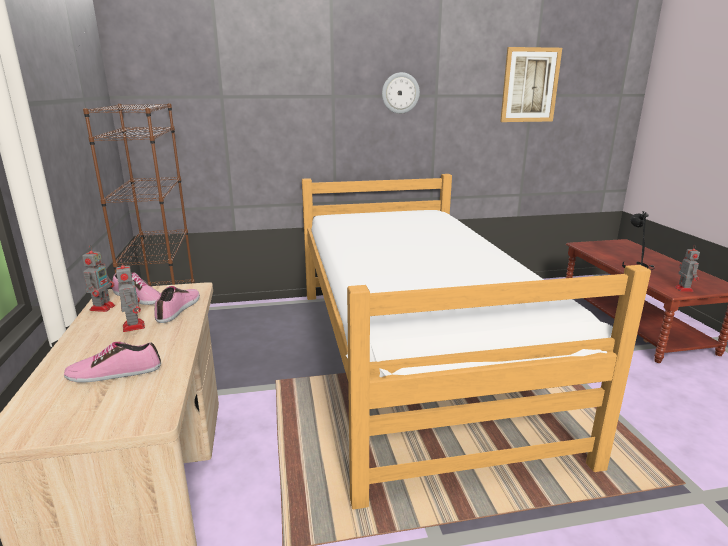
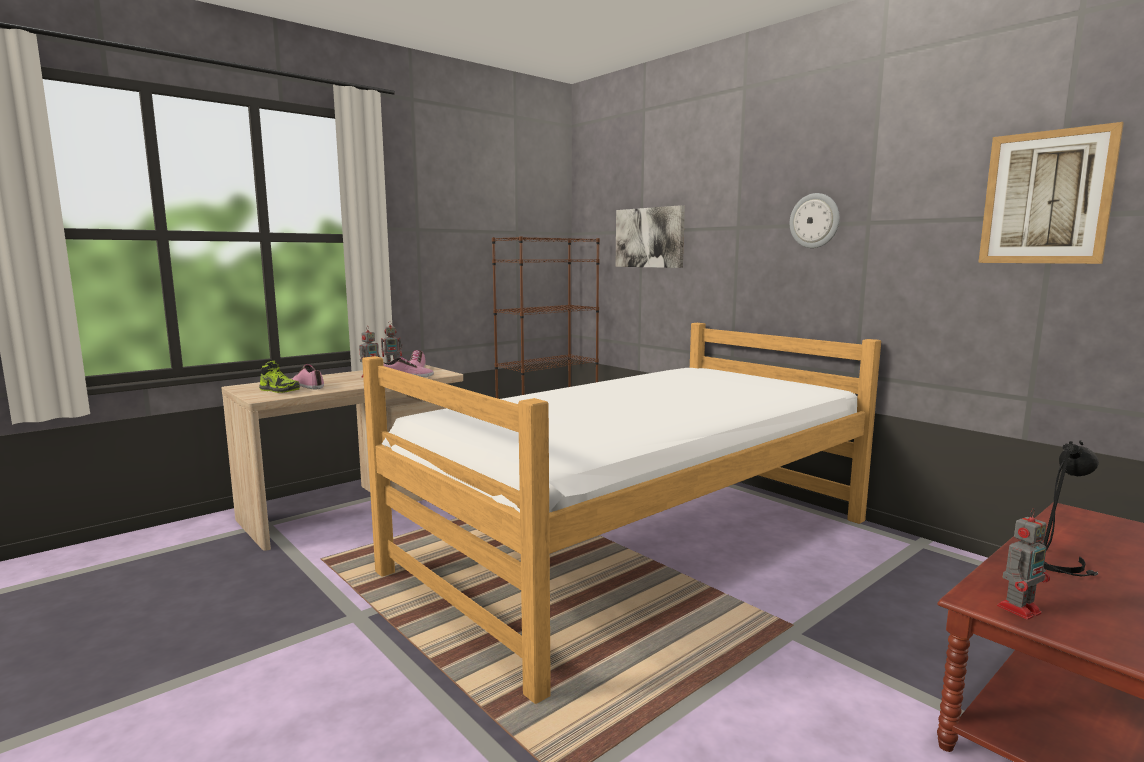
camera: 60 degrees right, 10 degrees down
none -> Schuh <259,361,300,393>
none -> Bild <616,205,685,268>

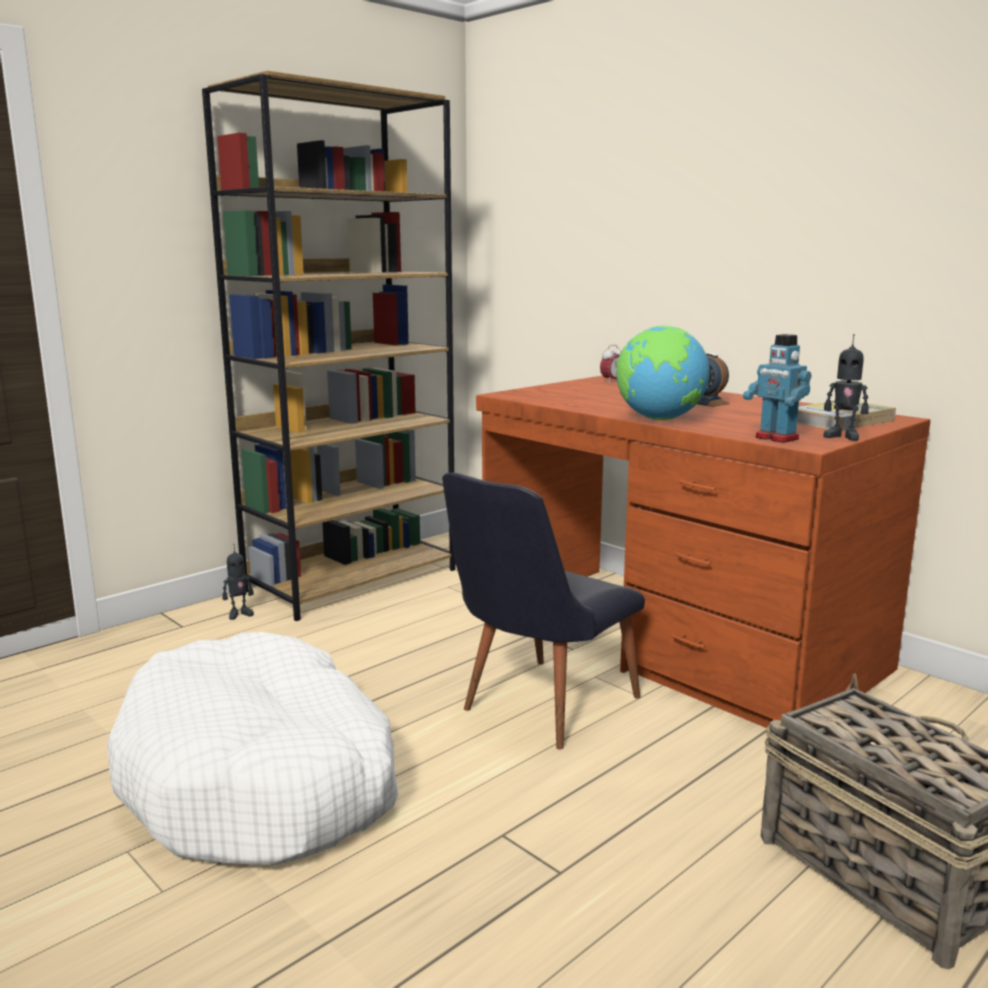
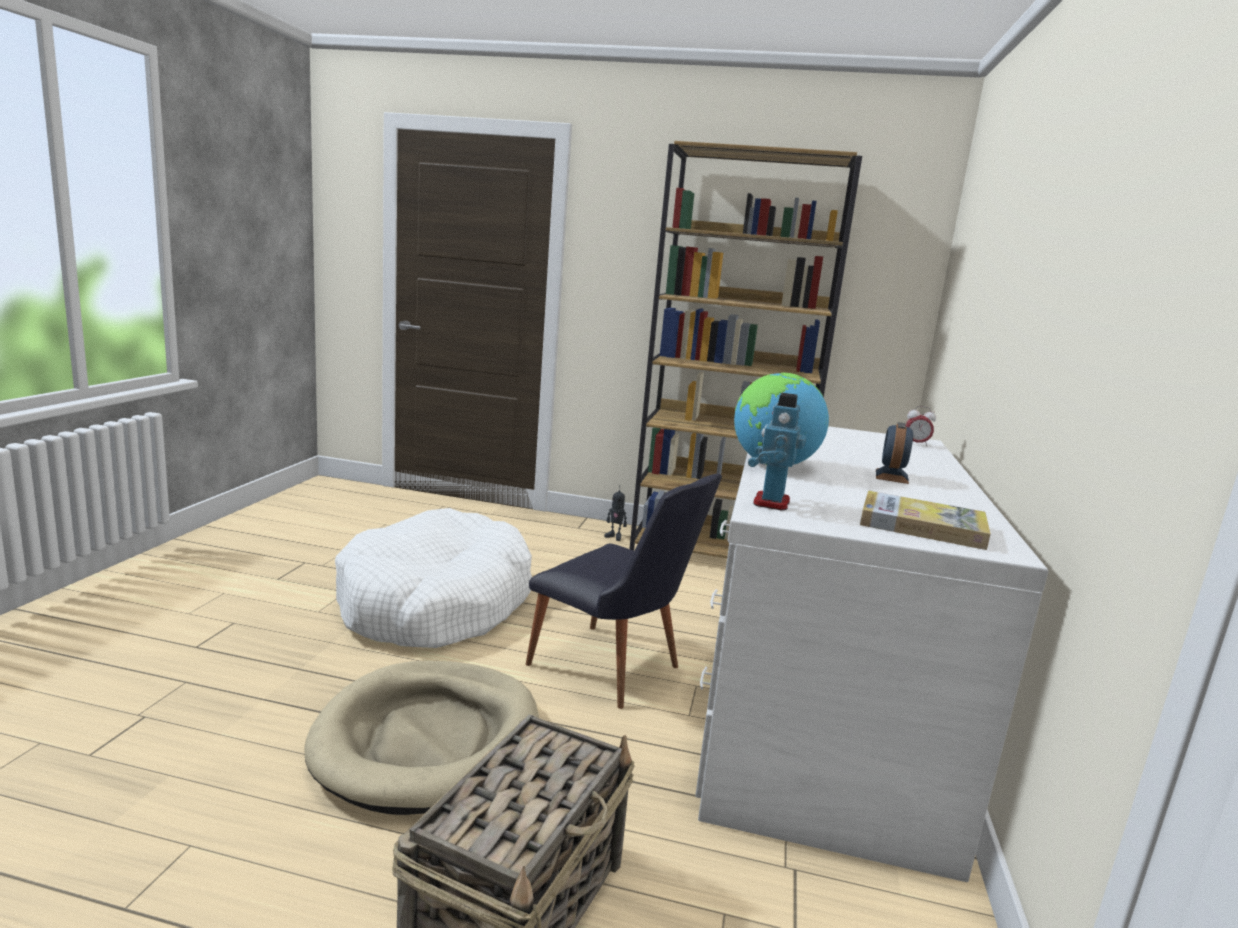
camera: 55 degrees right, 0 degrees up
Stuhl/schwarz <442,472,645,750> -> Stuhl/schwarz <526,474,722,709>, 150 degrees counterclockwise
Schreibtisch/braun <476,376,930,728> -> Schreibtisch/weiß <695,426,1049,882>
Spielzeugroboter <824,334,869,441> -> none
none -> Hundebett/beige <304,661,539,815>

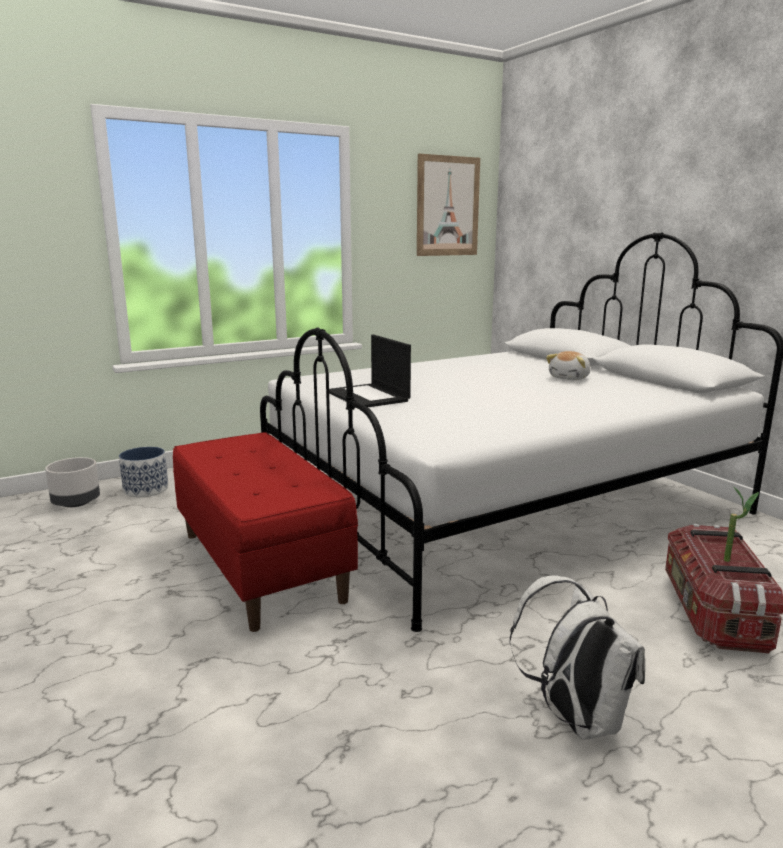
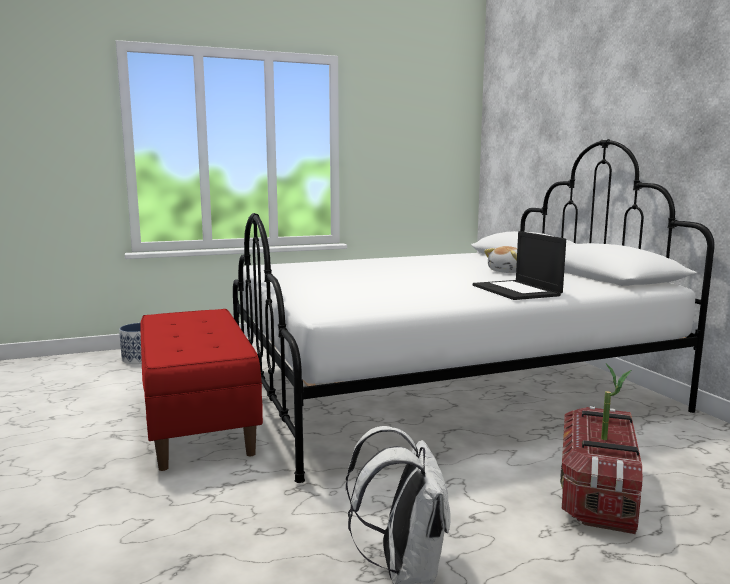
camera: 10 degrees right, 5 degrees down
Pflanzkübel/grau <45,457,100,507> -> none
Laptop <329,334,411,407> -> Laptop <473,231,566,300>, moved
Bild <417,154,480,256> -> none

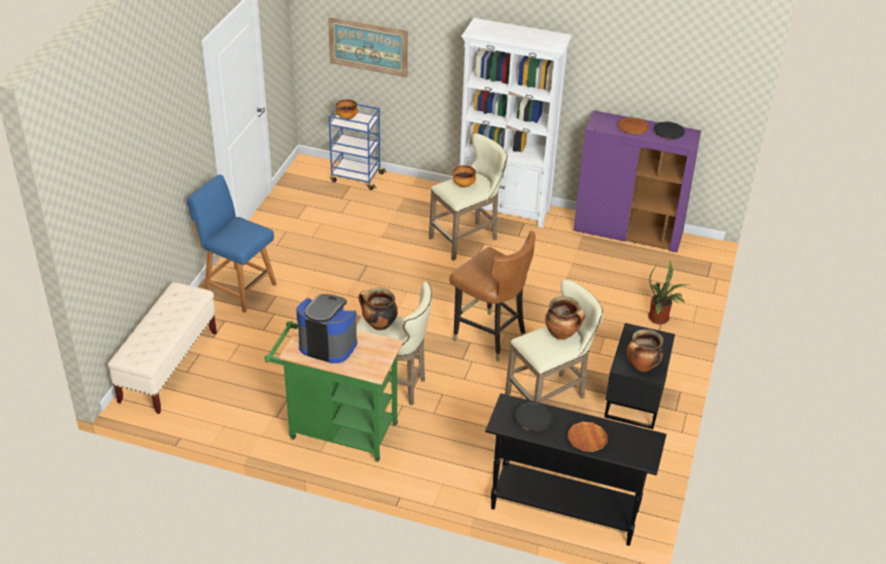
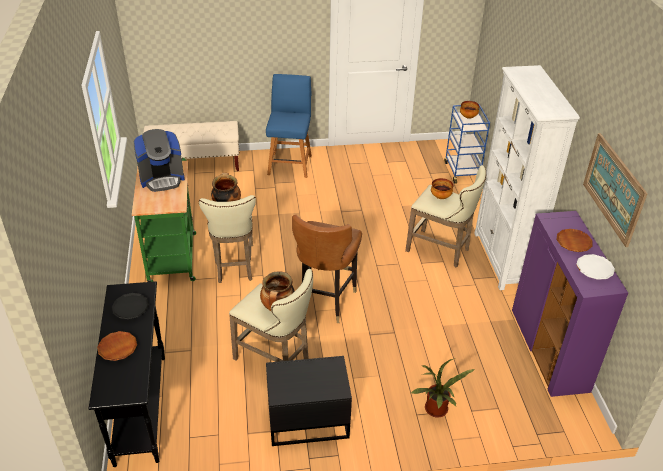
camera: 65 degrees right, 0 degrees up
Kaffeemaschine <296,294,357,363> -> Kaffeemaschine <134,129,185,192>, 75 degrees clockwise
Bild <328,17,408,78> -> Bild <583,133,648,247>, moved
Kochtopf <627,329,664,372> -> none
Teller/schwarz <654,122,685,139> -> Teller/weiß <576,254,615,280>

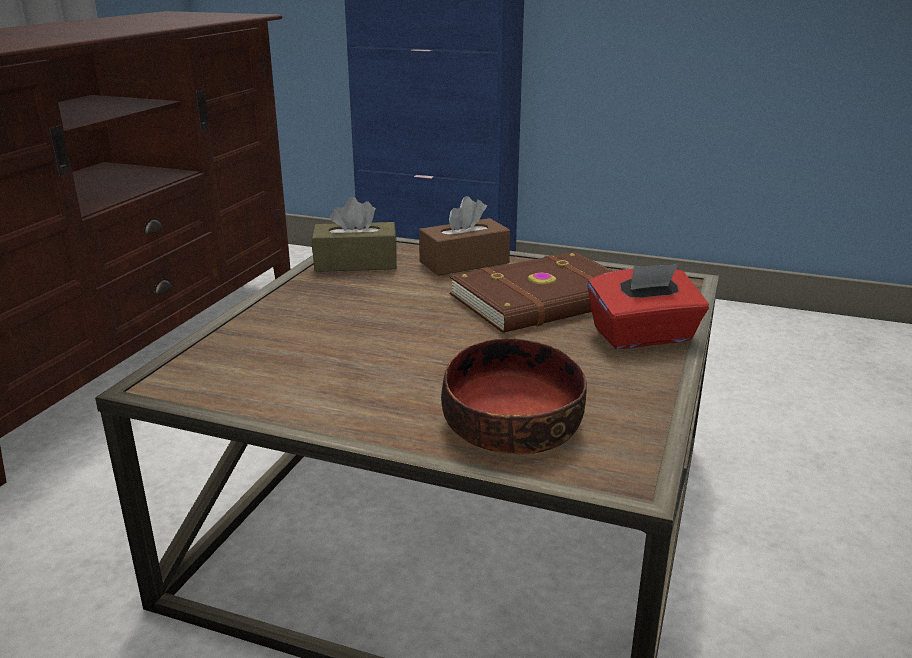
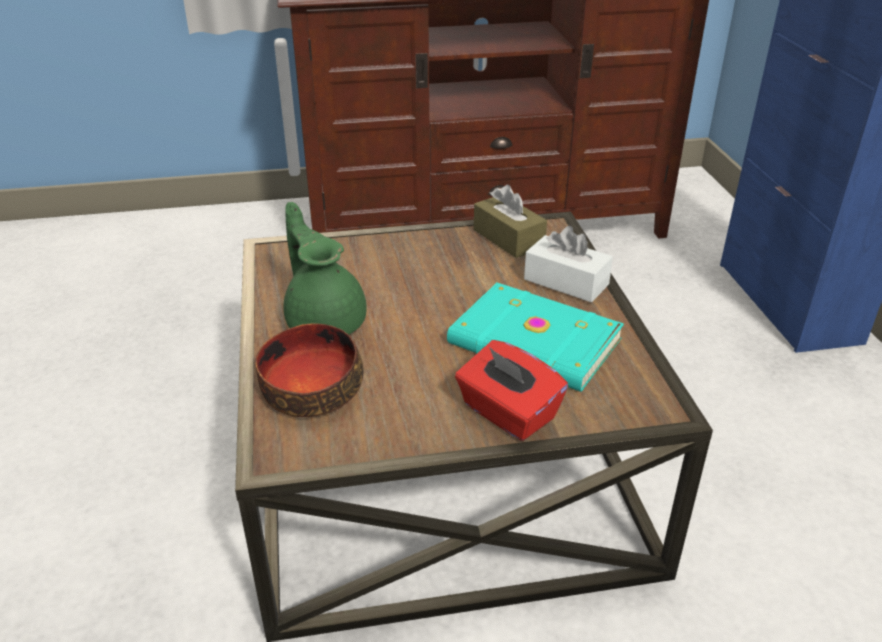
camera: 60 degrees right, 10 degrees up
Taschentuchbox/braun <419,196,510,276> -> Taschentuchbox/weiß <524,226,613,302>
Buch/braun <450,252,612,333> -> Buch/türkis <447,283,624,392>
none -> Teekanne/grün <283,202,367,335>

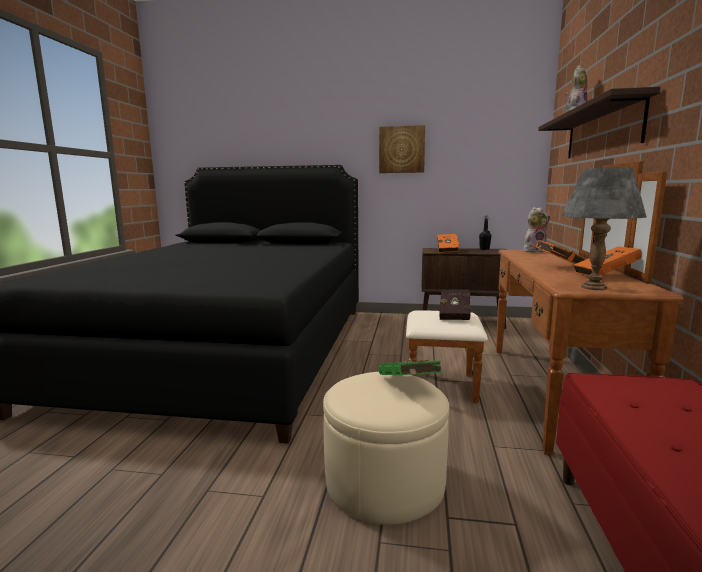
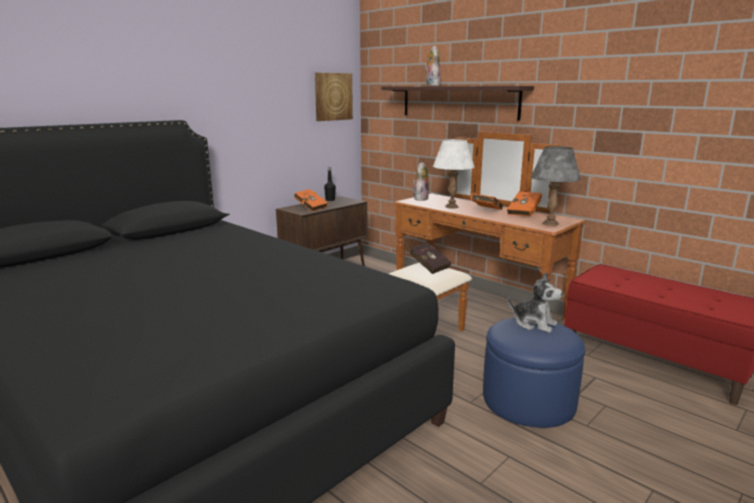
camera: 55 degrees left, 5 degrees up
Polsterhocker/beige <323,372,449,525> -> Polsterhocker/blau <483,318,585,428>
Bild <379,125,425,173> -> Bild <315,73,353,121>, moved
Buch/grün <379,360,441,375> -> Plüschtier <508,272,563,333>
none -> Tischlampe/weiß <433,139,475,209>

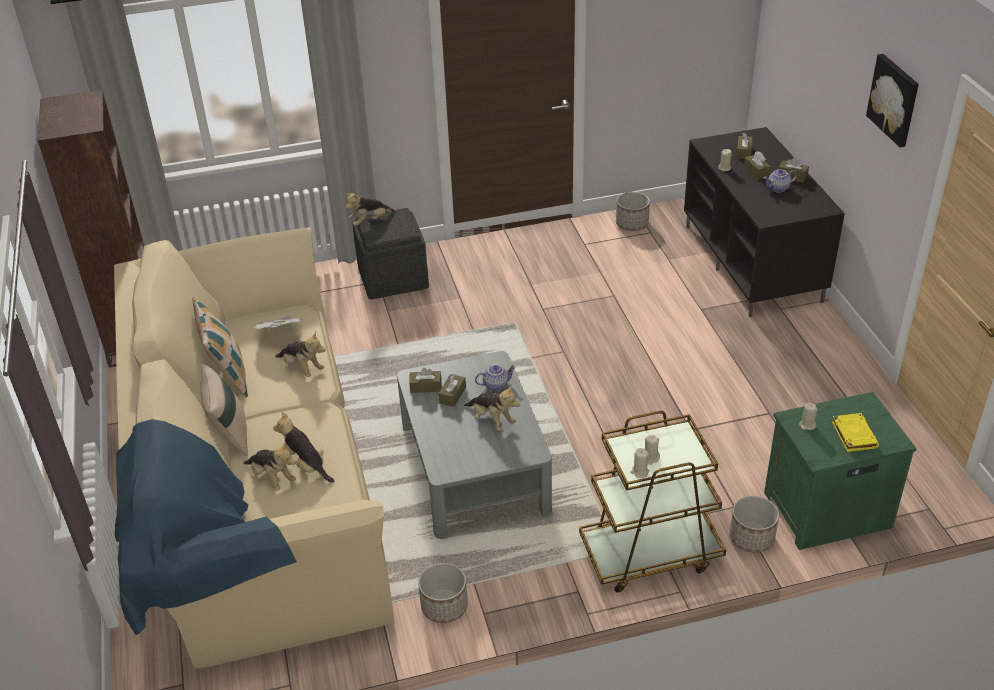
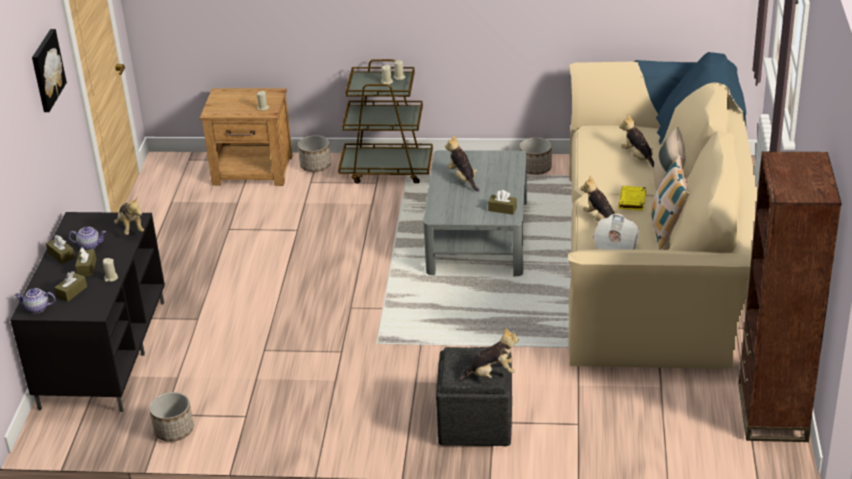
camera: 160 degrees left, 5 degrees down
Plüschtier <273,412,334,483> -> Plüschtier <114,196,144,235>, moved
Taschentuchbox/braun <439,373,466,407> -> none
Teekanne <475,364,516,391> -> Teekanne <14,288,55,313>, moved
Nachttisch/grün <764,392,916,550> -> Nachttisch/braun <200,88,293,186>
Buch/gelb <832,413,879,452> -> Buch/gelb <618,186,646,211>, moved

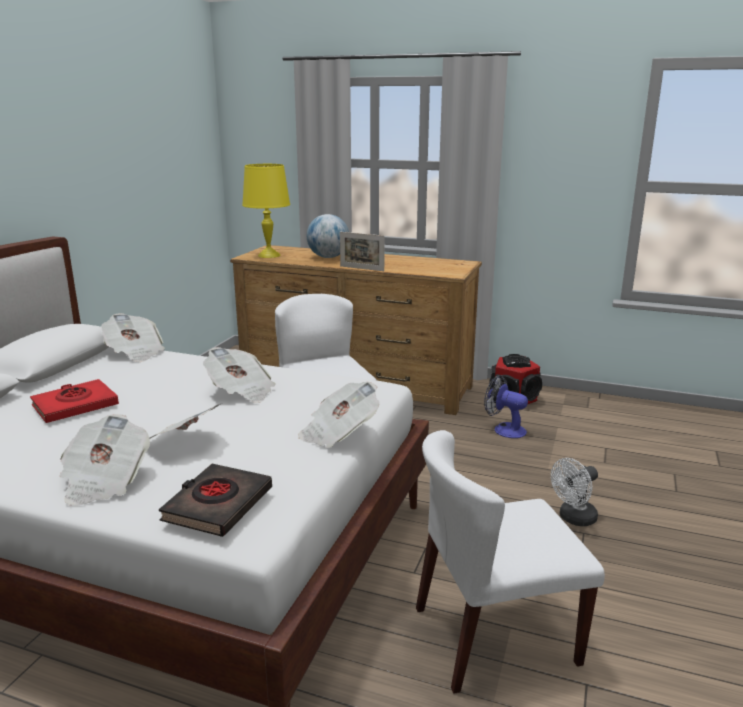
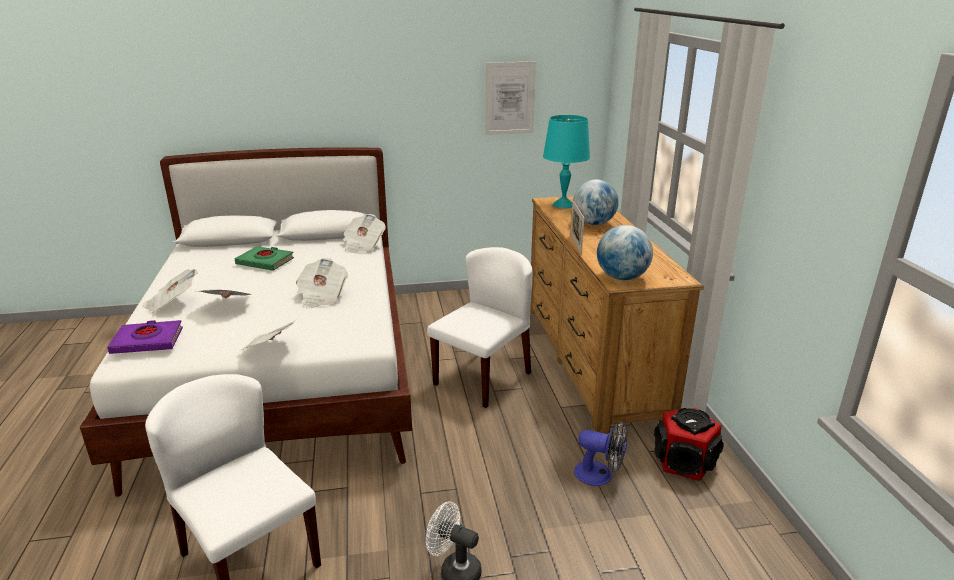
camera: 60 degrees right, 5 degrees up
Buch/rot <30,379,119,423> -> Buch/grün <235,246,294,271>
Buch/schwarz <159,464,272,537> -> Buch/lila <107,320,183,354>
Tischlampe/gelb <242,164,290,258> -> Tischlampe/türkis <543,115,590,209>
Ventilator <484,375,528,438> -> Ventilator <574,421,628,486>, 105 degrees clockwise
none -> Bild <486,62,536,135>
none -> Globus <597,225,653,280>

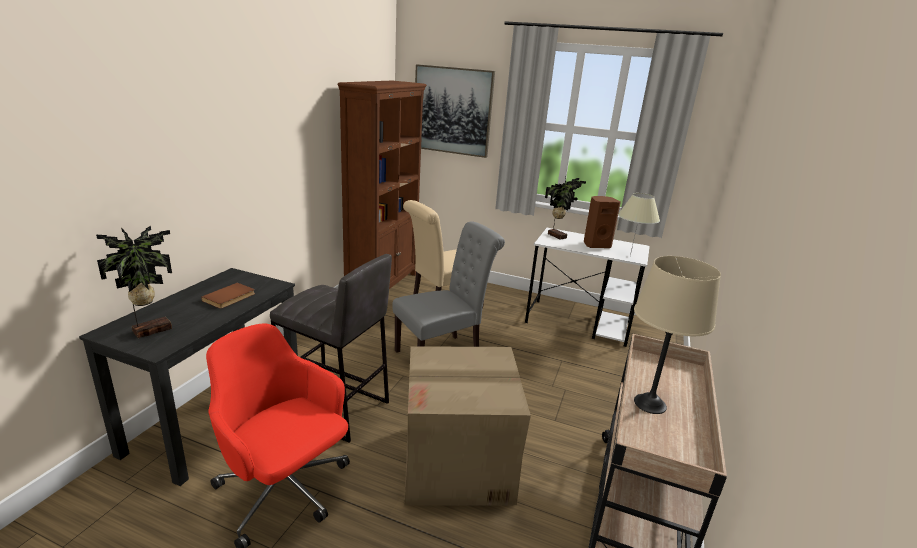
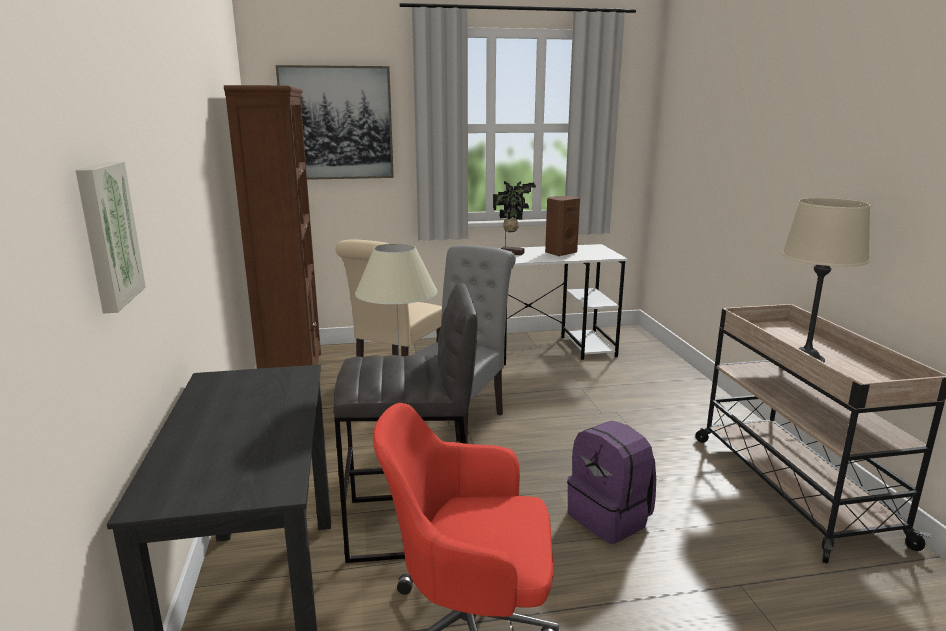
camera: 30 degrees left, 5 degrees down
Topfpflanze <96,226,172,339> -> none
Buch/braun <201,283,255,309> -> none
Karton <404,346,531,506> -> Rucksack/lila <567,421,656,544>
Tischlampe/beige <618,193,660,256> -> Tischlampe/beige <355,243,438,370>, moved
none -> Bild <76,161,146,313>

